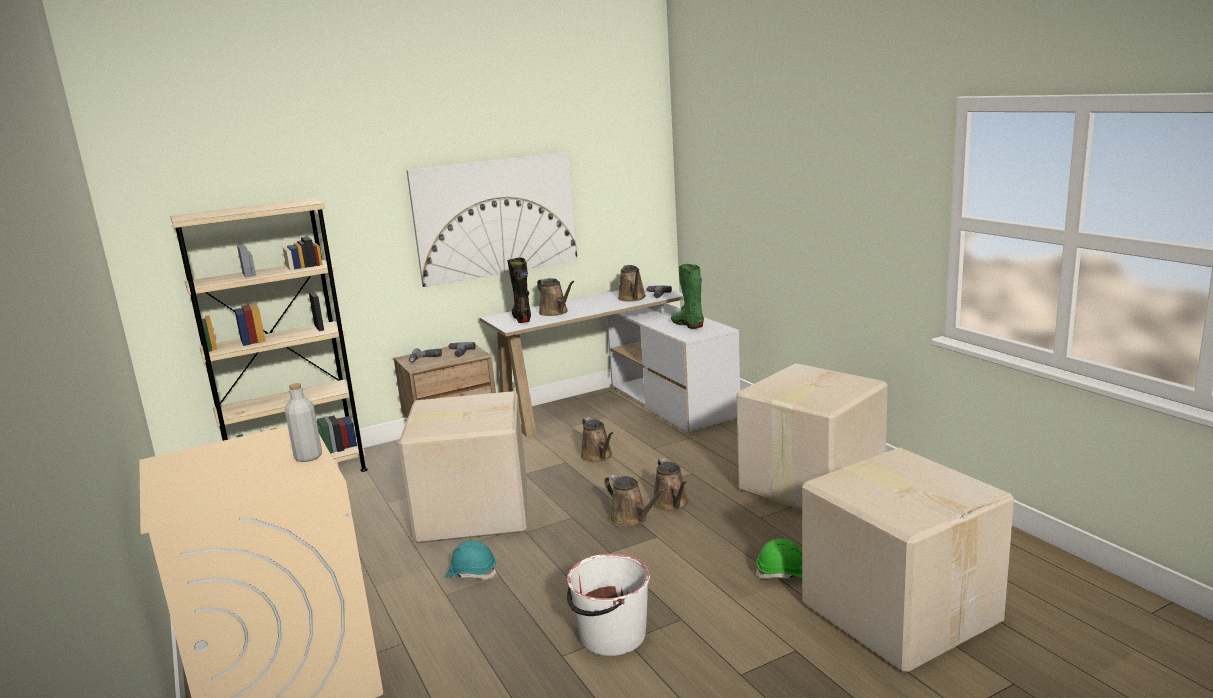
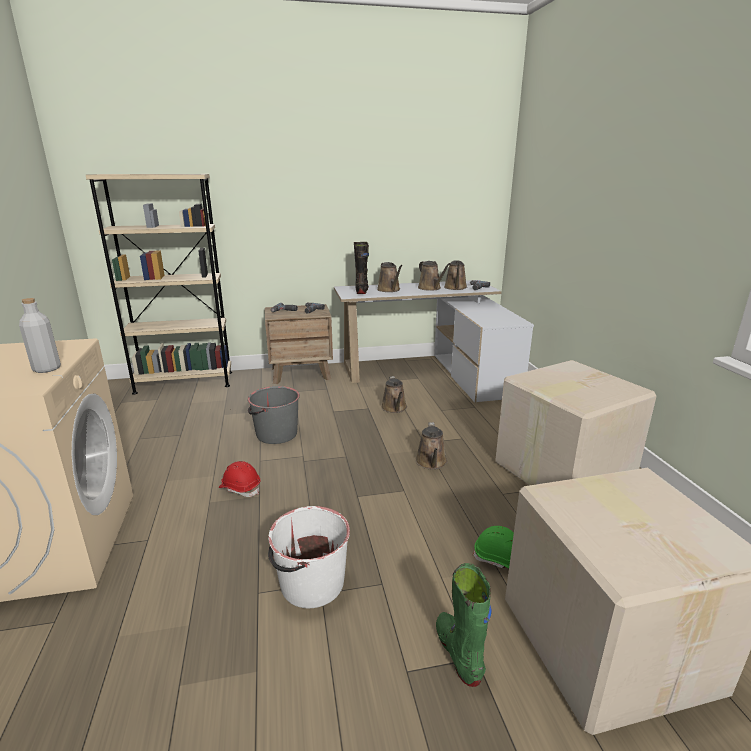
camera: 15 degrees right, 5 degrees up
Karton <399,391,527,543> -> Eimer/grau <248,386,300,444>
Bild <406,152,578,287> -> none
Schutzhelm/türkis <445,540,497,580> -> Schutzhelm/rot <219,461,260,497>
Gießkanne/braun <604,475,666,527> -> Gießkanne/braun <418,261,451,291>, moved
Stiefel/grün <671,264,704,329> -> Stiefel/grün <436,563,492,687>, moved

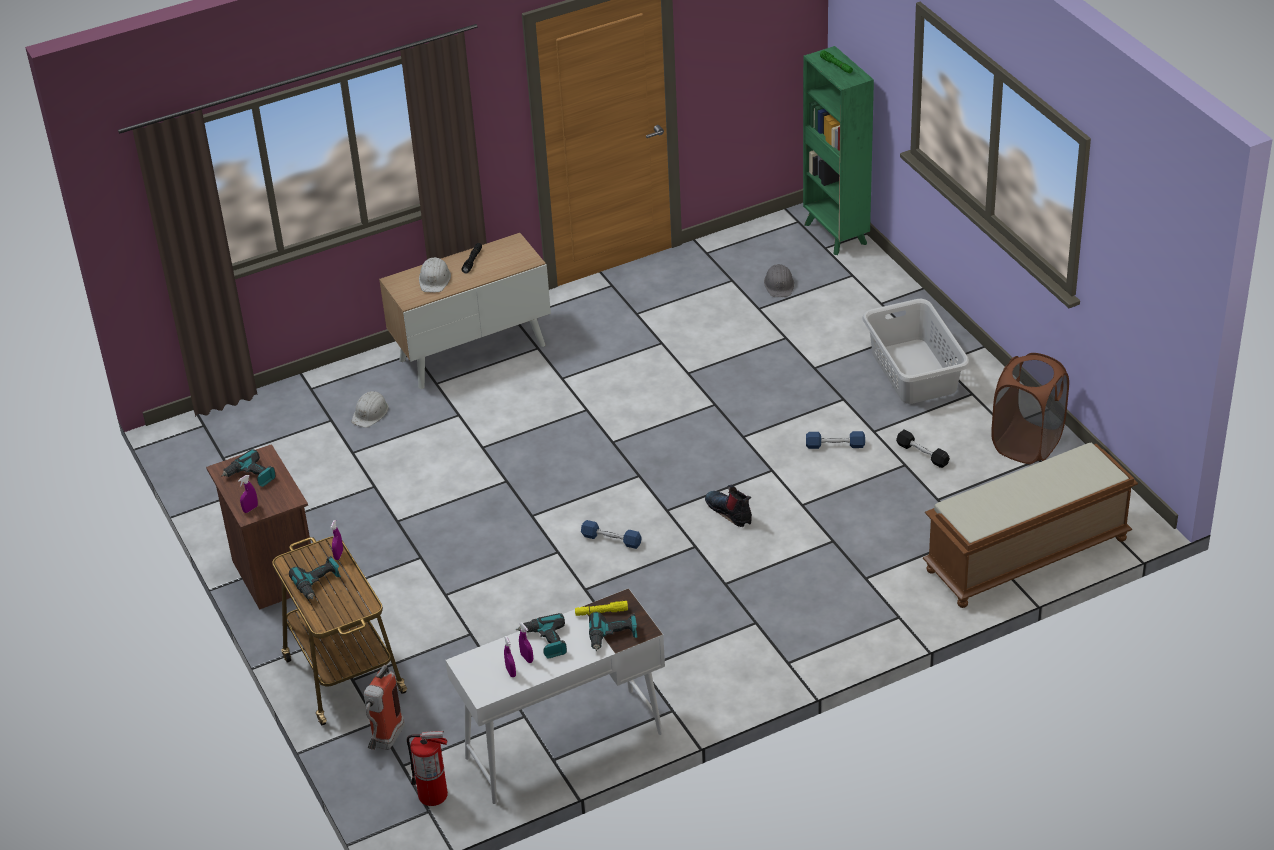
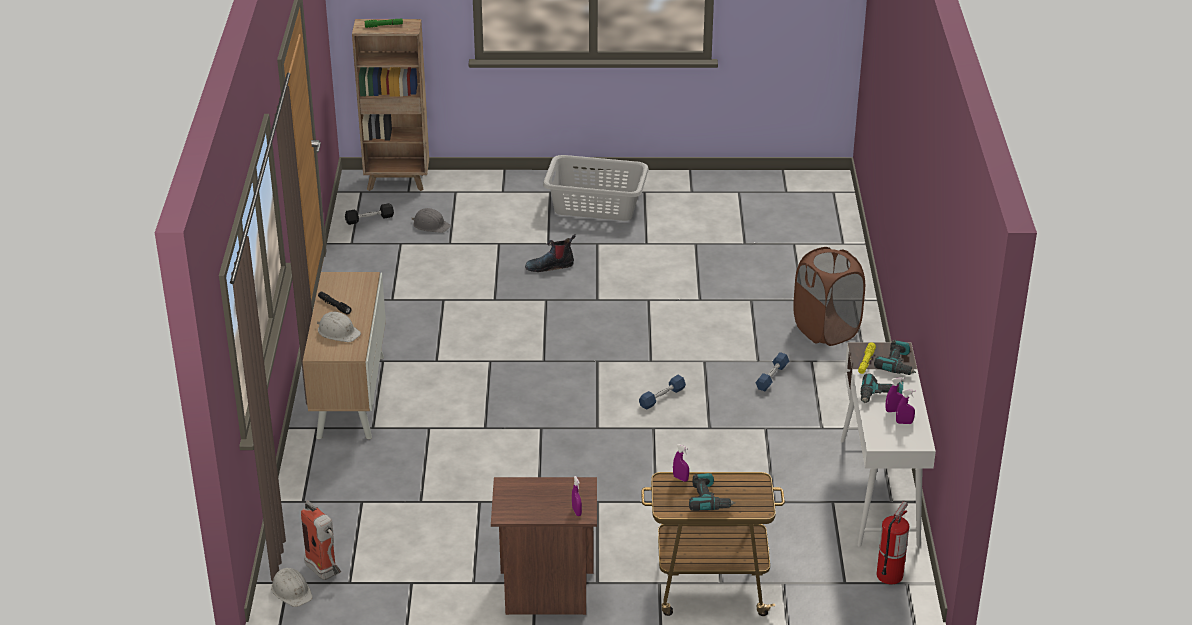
camera: 65 degrees left, 5 degrees down
Bohrmaschine <221,449,276,487> -> none
Schutzhelm/weiß <352,391,389,427> -> Schutzhelm/weiß <271,568,313,607>, moved
Feuerlöscher <364,665,405,750> -> Feuerlöscher <301,500,341,580>, moved
Stiefel <705,484,752,527> -> Stiefel <525,234,576,272>, moved
Bücherregal/grün <803,46,874,255> -> Bücherregal/braun <352,19,429,191>
Hantel/blau <806,431,865,449> -> Hantel/blau <755,352,789,391>, moved
Hantel/schwarz <896,429,950,468> -> Hantel/schwarz <345,203,394,225>, moved
Bank/braun <923,443,1138,608> -> none
Wäschekorb/braun <991,353,1069,464> -> Wäschekorb/braun <793,247,865,346>, moved

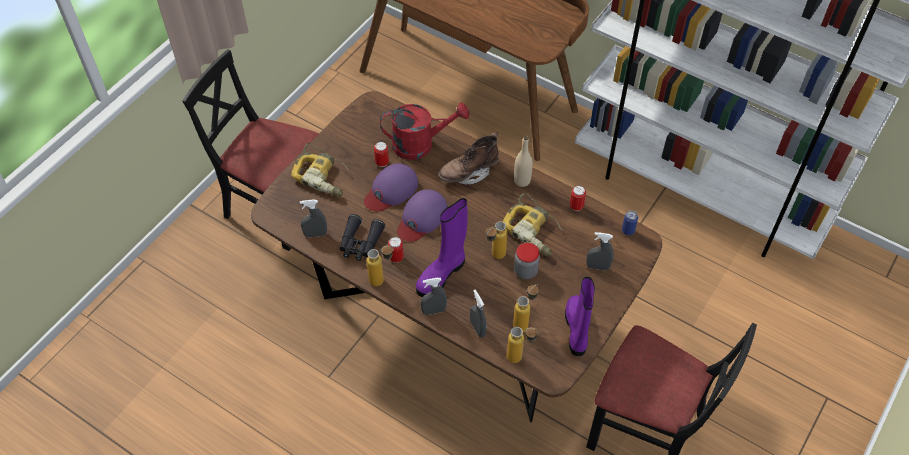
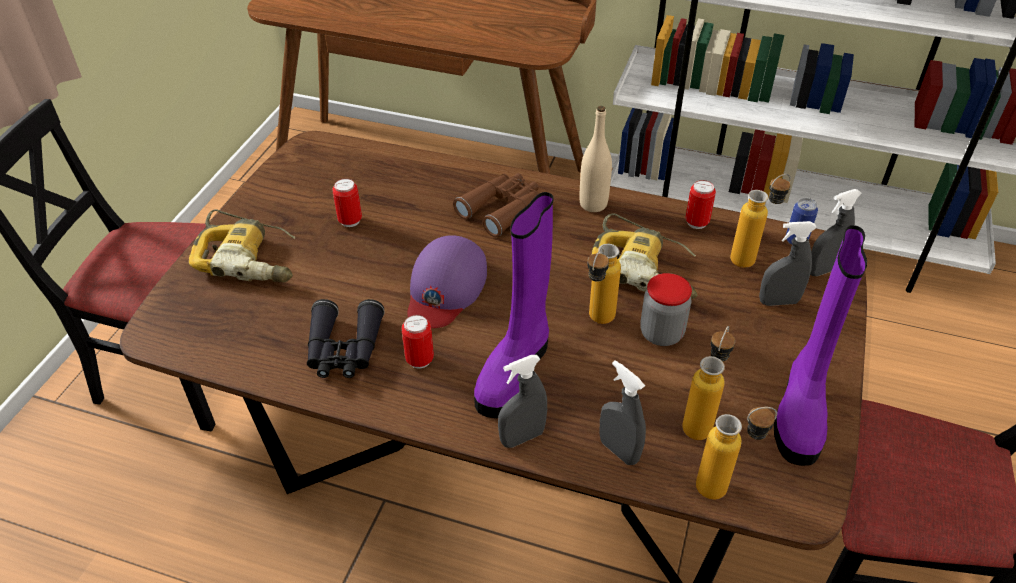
camera: 15 degrees left, 10 degrees down
Sprühflasche/grau <300,199,327,238> -> Sprühflasche/grau <810,189,862,276>, moved
Kappe/lila <364,163,418,211> -> none
Flasche <367,245,394,286> -> Flasche <730,174,791,268>, moved
Gießkanne/rot <380,103,469,160> -> none
Stiefel/braun <438,132,499,185> -> Fernglas/braun <453,173,539,237>
Stiefel/lila <565,277,595,356> -> Stiefel/lila <774,225,867,466>, 150 degrees counterclockwise

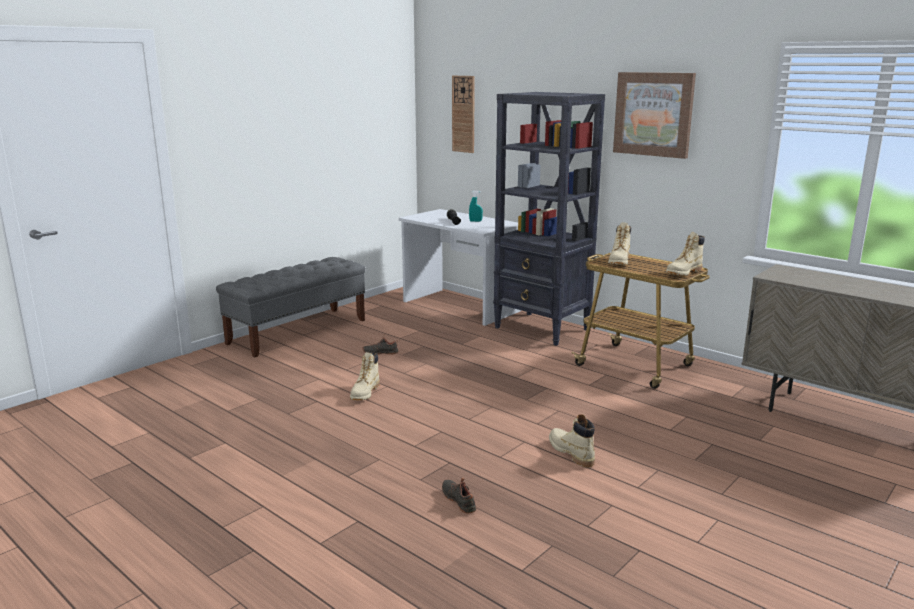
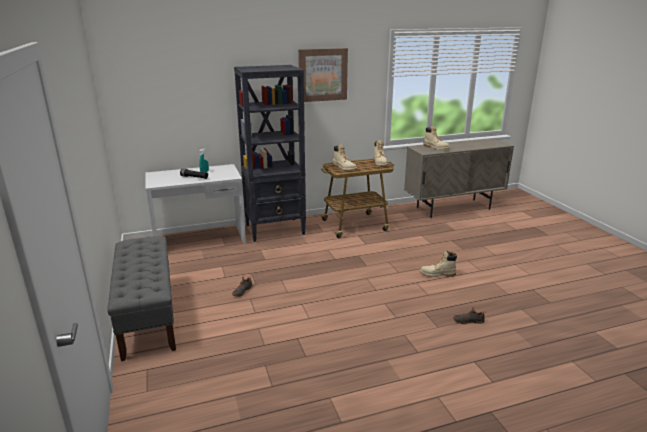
camera: 60 degrees left, 5 degrees up
Stiefel/beige <350,352,380,400> -> Stiefel/beige <424,126,450,150>, moved
Wanduhr <452,76,475,153> -> none

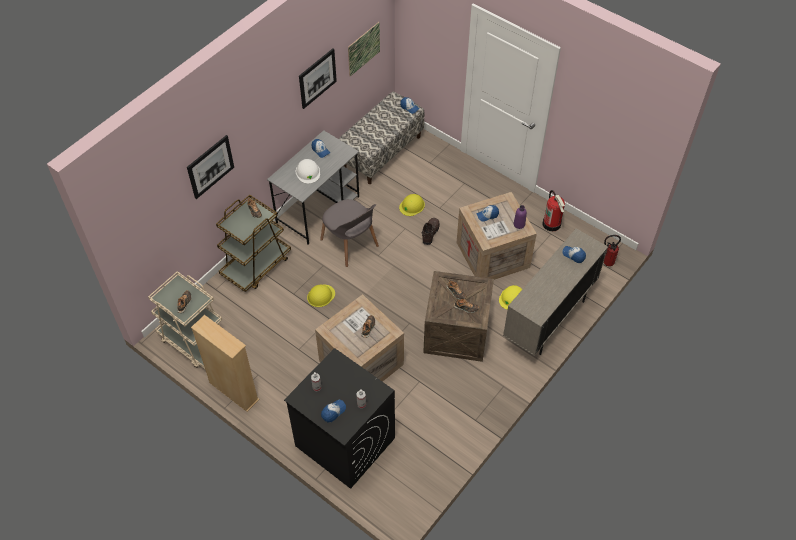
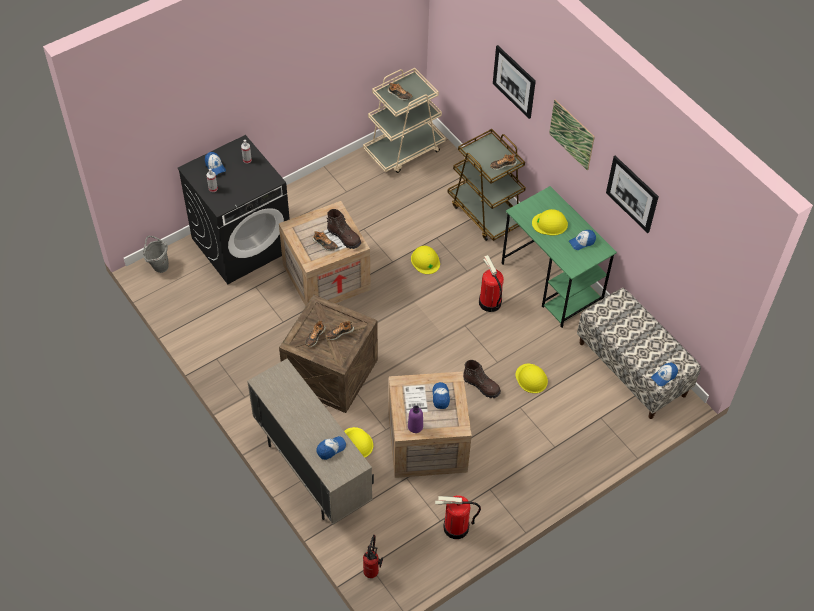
camera: 105 degrees right, 0 degrees up
Bücherregal/beige <191,315,260,412> -> none
Schreibtisch/grau <267,130,359,245> -> Schreibtisch/grün <502,186,617,328>
Schutzhelm/weiß <296,159,320,184> -> Schutzhelm/gelb <532,209,568,235>
Stuhl/grau <320,199,379,267> -> Feuerlöscher <479,255,504,312>
Bild <348,22,380,77> -> Bild <549,99,595,171>, moved
none -> Eimer/grau <143,236,169,273>
none -> Stiefel/braun <327,209,361,249>

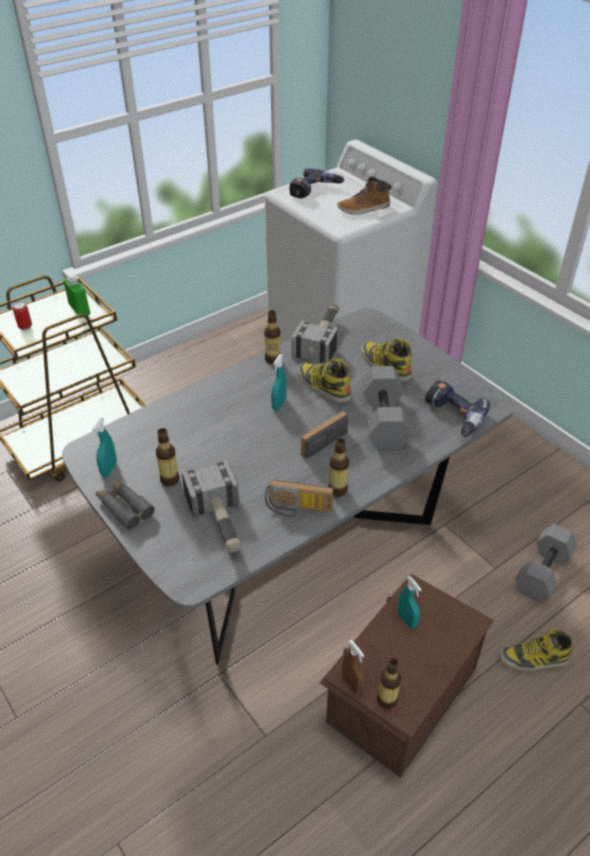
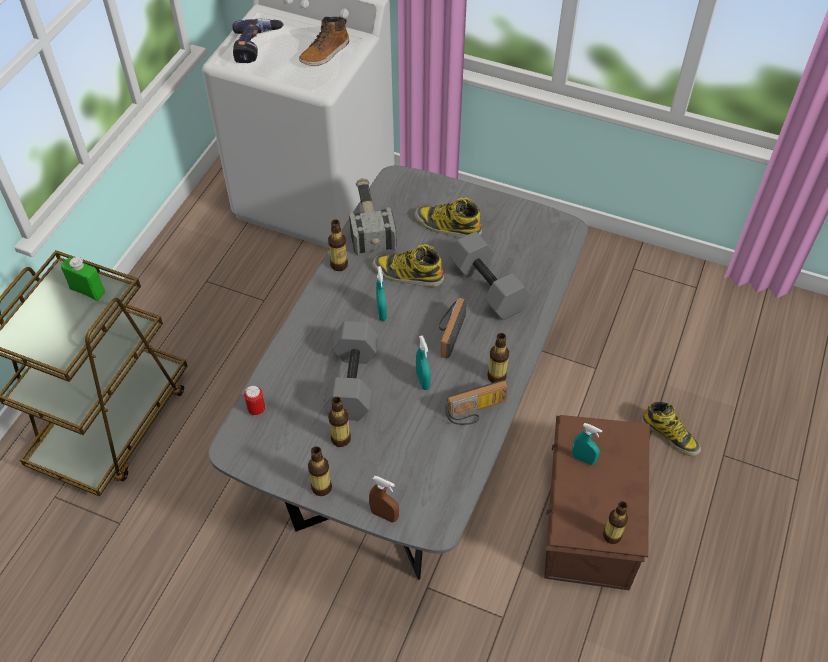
camera: 30 degrees left, 10 degrees up
Dose <13,302,32,331> -> Dose <244,385,265,416>, moved
Sprühflasche/türkis <92,417,117,477> -> Sprühflasche/türkis <416,335,431,390>, moved
Fernglas/grau <96,479,155,530> -> Flasche <308,446,332,496>
Hammer <182,459,242,552> -> none
Sprühflasche/braun <342,640,365,694> -> Sprühflasche/braun <369,476,399,523>, moved
Bohrmaschine <425,380,490,437> -> none
Stiefel <499,628,573,671> -> Stiefel <641,402,701,456>, 105 degrees counterclockwise
Hantel/grau <515,524,577,602> -> Hantel/grau <324,321,379,421>, moved

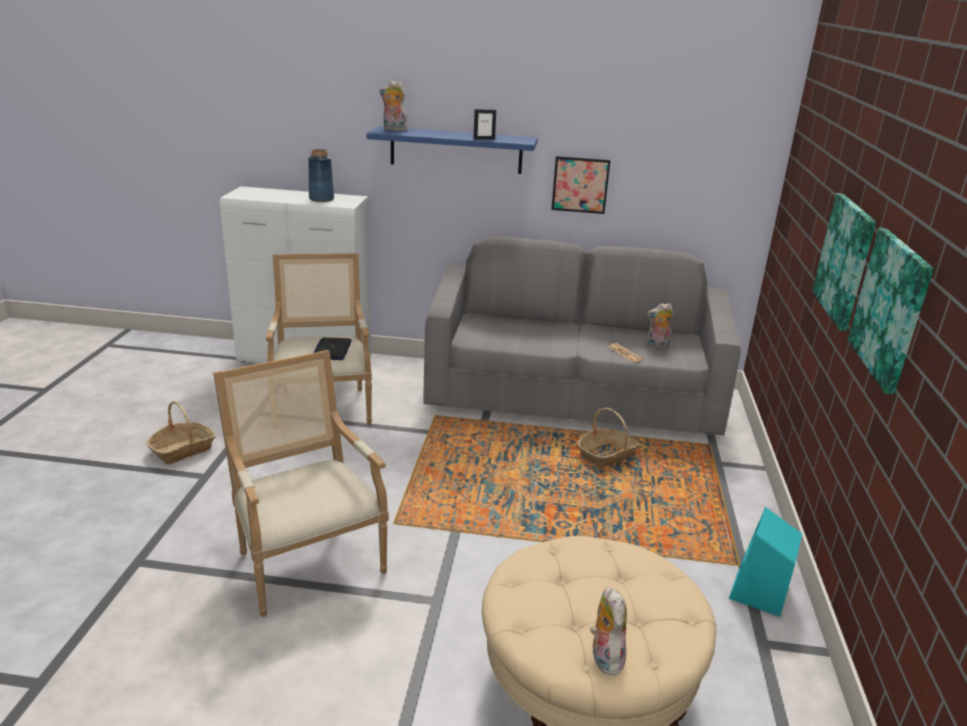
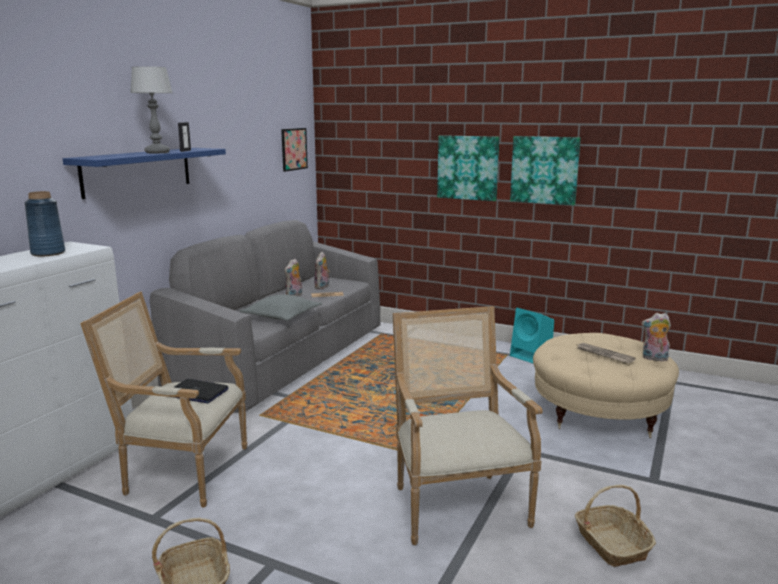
camera: 70 degrees left, 10 degrees down
Sessel <213,350,389,617> -> Sessel <393,306,543,545>, 90 degrees clockwise
Plüschtier <379,80,407,131> -> Plüschtier <284,258,302,296>, moved
Bild <551,156,611,214> -> Bild <281,128,308,172>, moved
Korb <578,408,640,468> -> Korb <575,485,656,567>, moved
none -> Tischlampe <130,66,172,154>
none -> Kissen/grau <240,294,322,321>
none -> Zeitung <578,343,636,364>

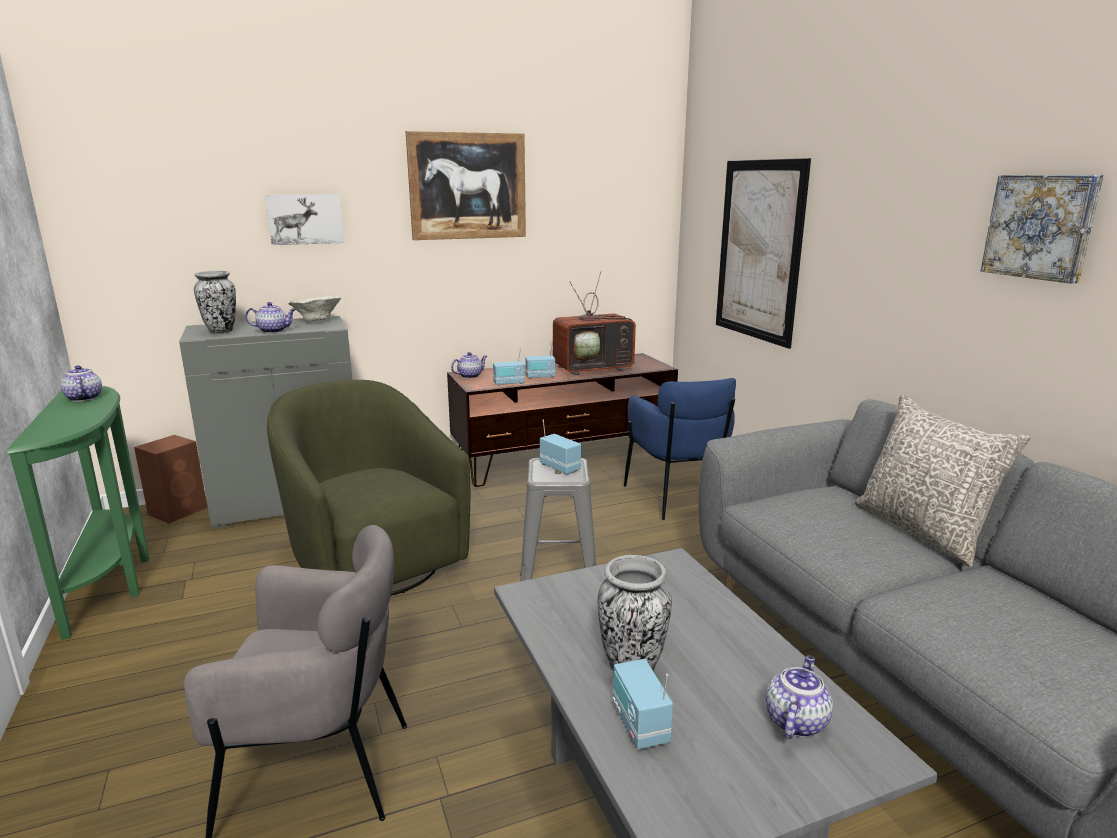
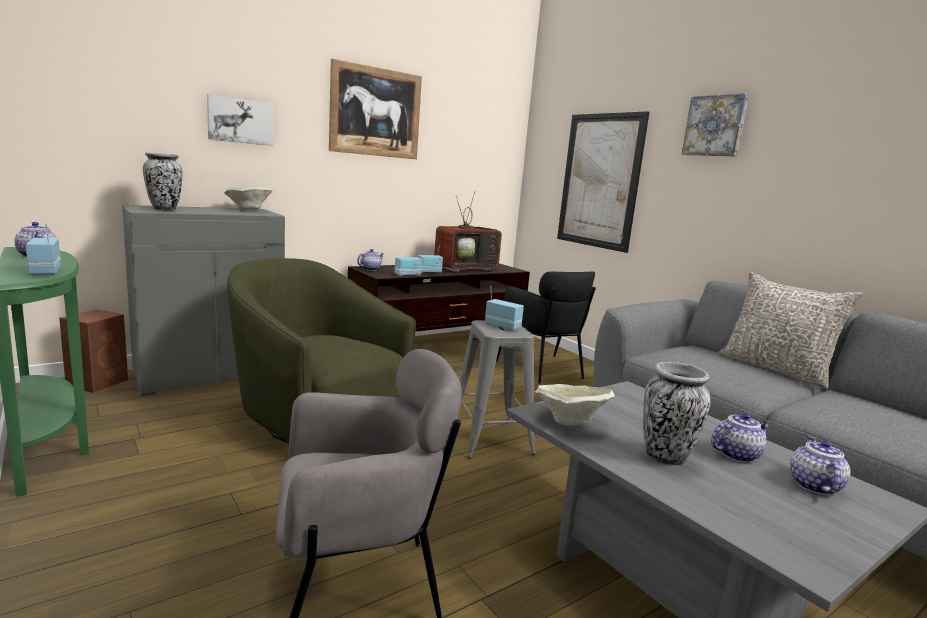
camera: 15 degrees left, 5 degrees down
Teekanne <245,302,296,333> -> Teekanne <711,413,772,462>, moved
Radio <613,659,673,749> -> Radio <26,223,61,276>, moved
Sessel/blau <624,378,736,520> -> Sessel/schwarz <496,271,596,383>
Bild <980,175,1104,284> -> Bild <682,93,749,157>, moved
none -> Schüssel/beige <535,384,615,426>

